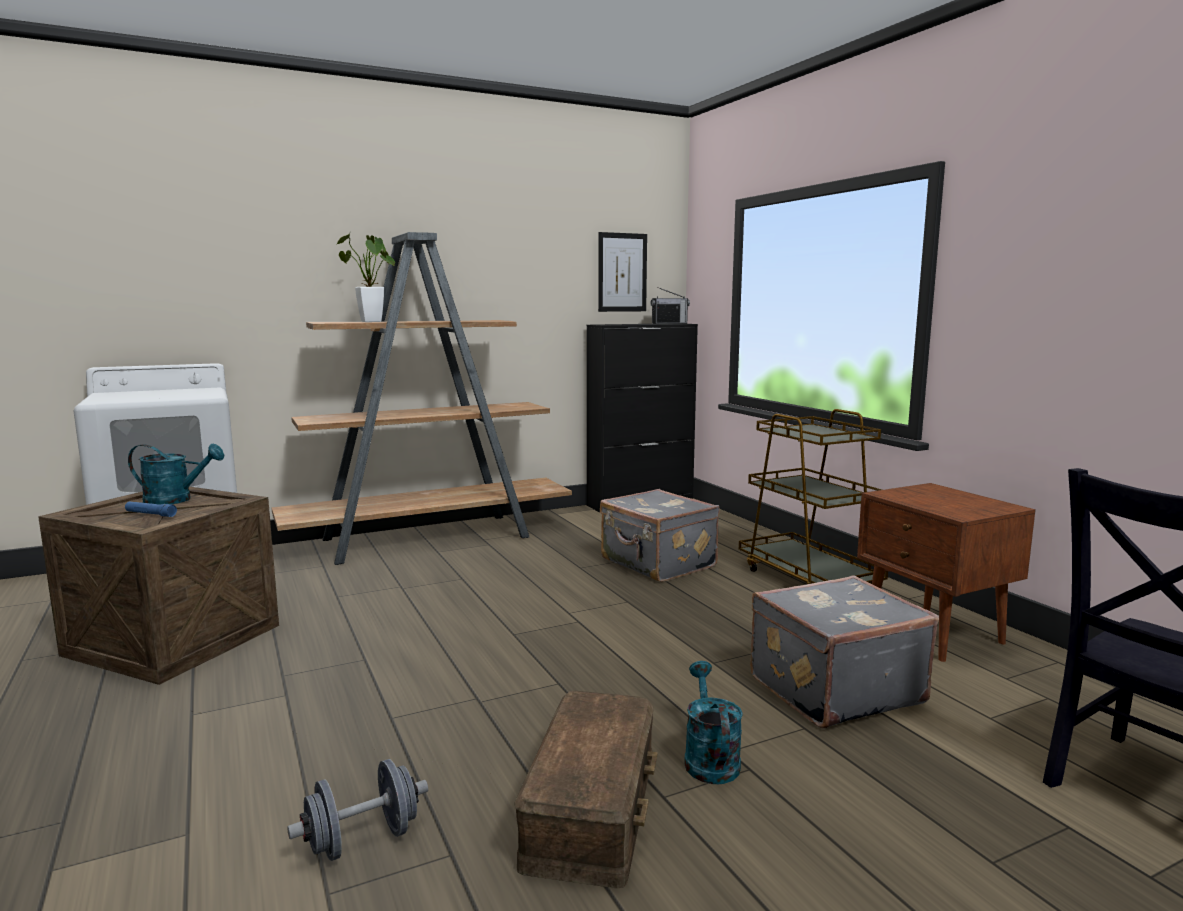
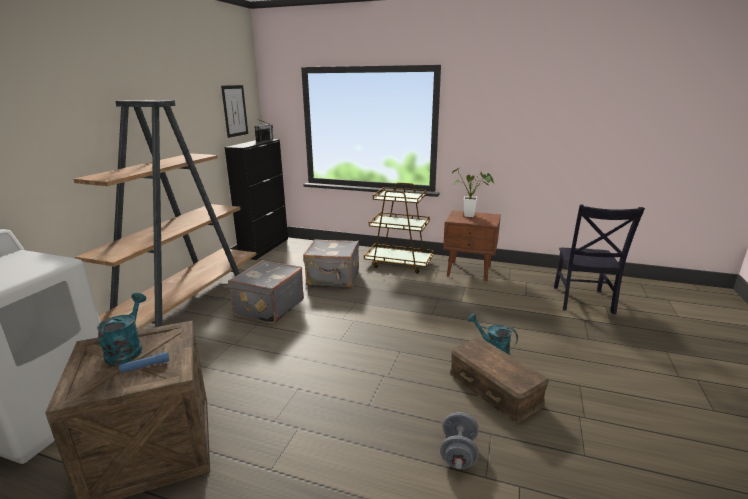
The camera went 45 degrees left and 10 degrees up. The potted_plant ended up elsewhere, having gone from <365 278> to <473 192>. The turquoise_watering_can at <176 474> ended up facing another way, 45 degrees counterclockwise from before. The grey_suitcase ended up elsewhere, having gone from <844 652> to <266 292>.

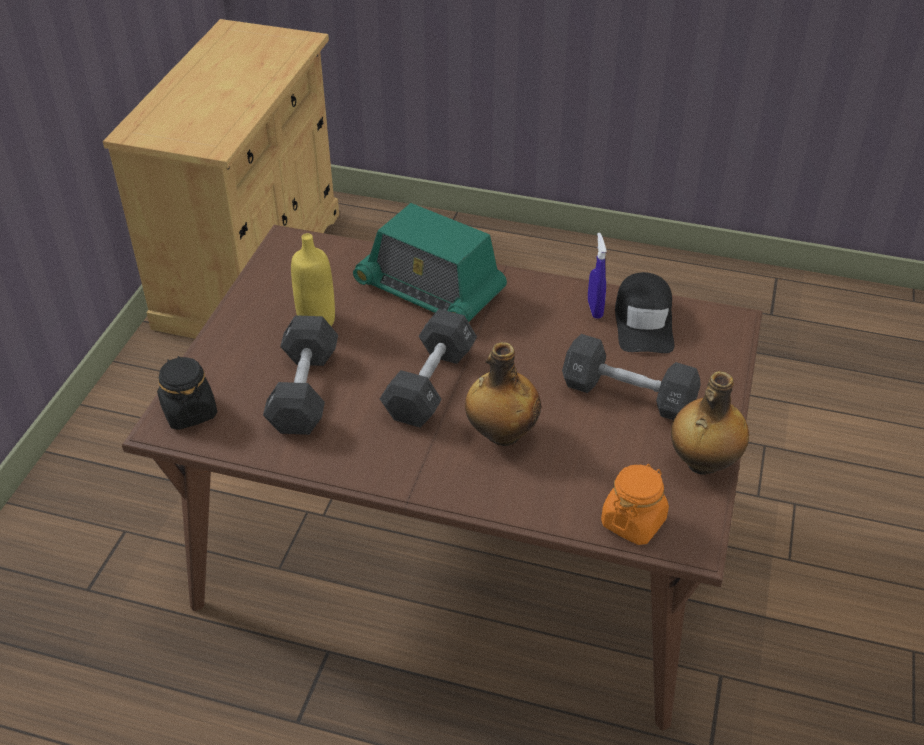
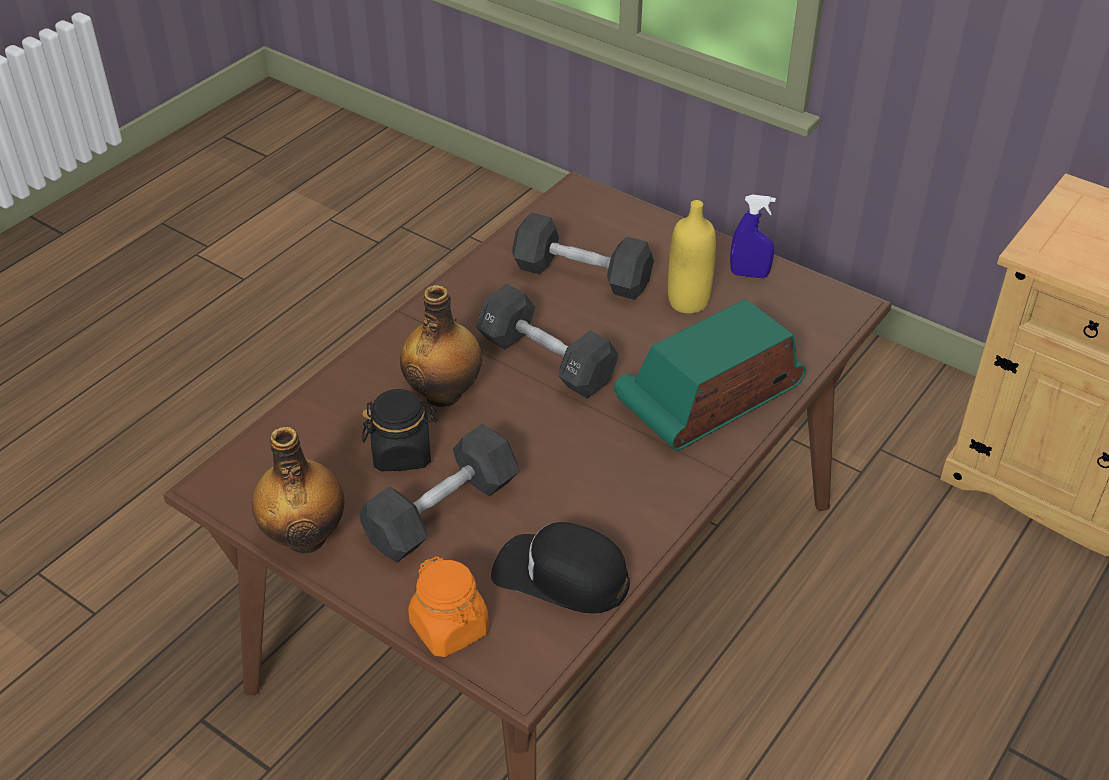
The camera went 110 degrees right and 0 degrees up. The blue_spray_bottle ended up elsewhere, having gone from <597 276> to <753 236>. The black_jar ended up elsewhere, having gone from <187 393> to <399 430>. The orange_jar ended up elsewhere, having gone from <635 504> to <448 606>.

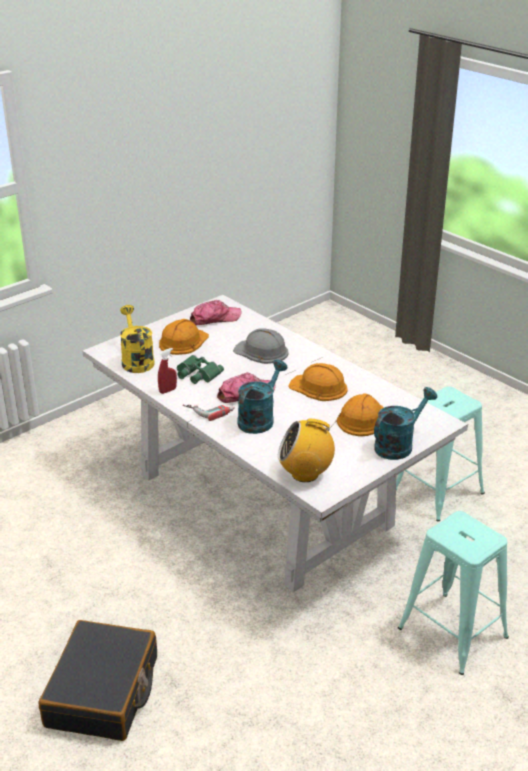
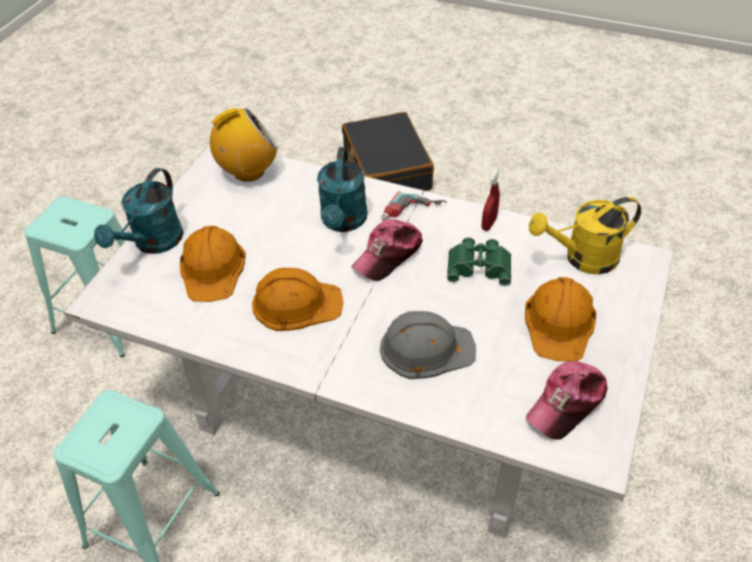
The camera went 155 degrees right and 15 degrees up. The yellow_watering_can at <137 339> ended up facing another way, 120 degrees clockwise from before.

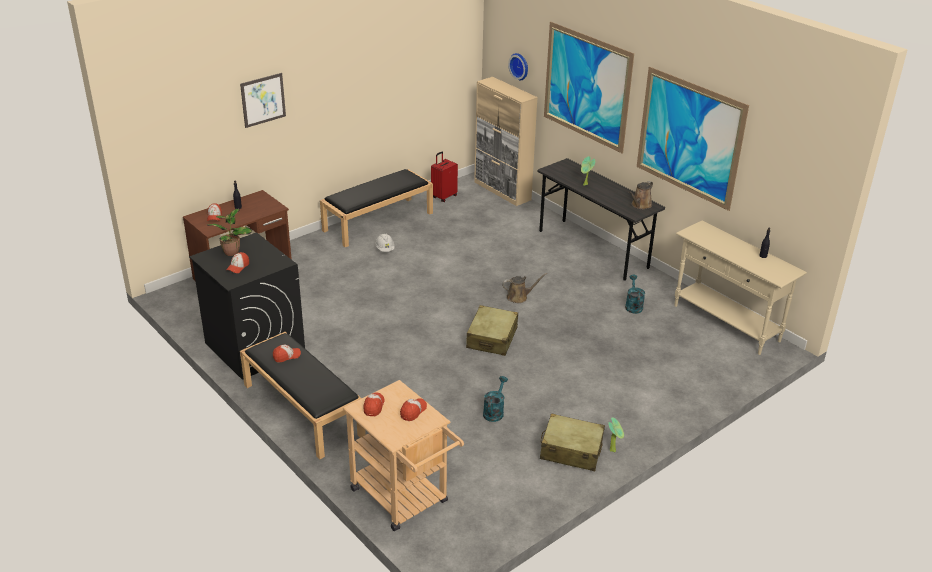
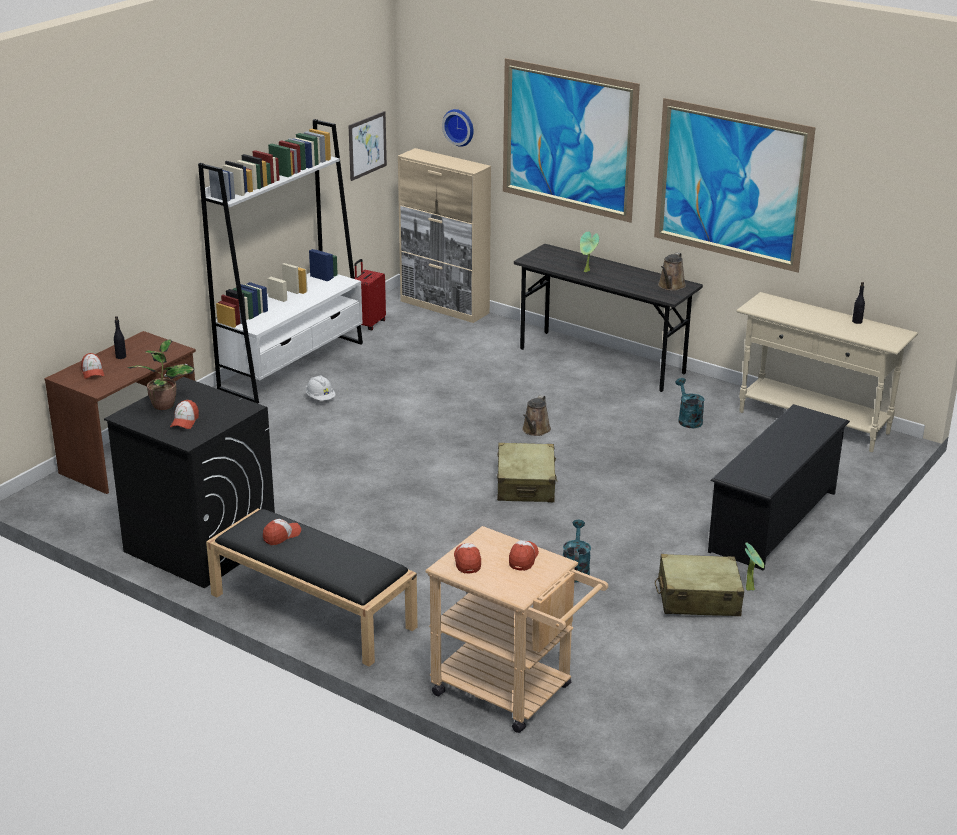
The camera went 15 degrees left and 5 degrees down. The picture ended up elsewhere, having gone from <263 100> to <367 146>. Where the black_bench stood at <376 208>, the white_bookcase came to stand at <280 261>. The brown_watering_can at <524 288> ended up facing another way, 135 degrees clockwise from before. The second view gained the black_shoe_rack at <779 487>.

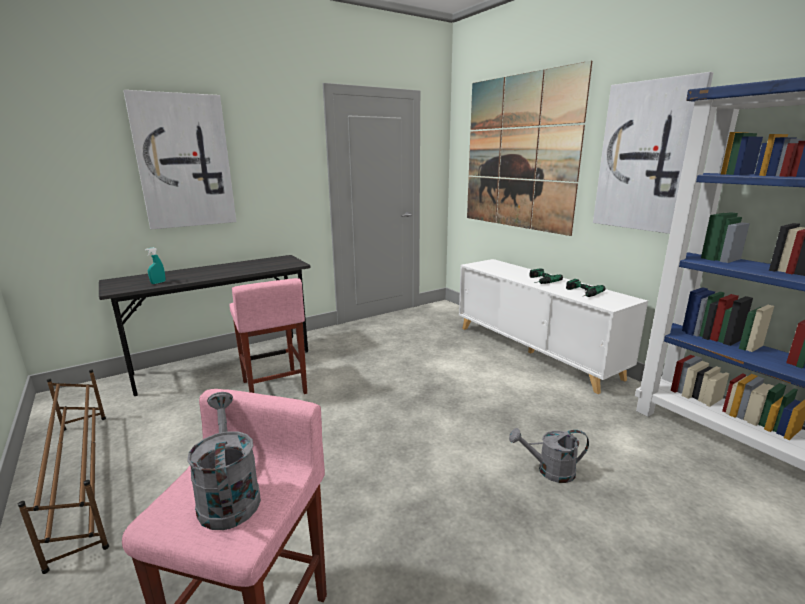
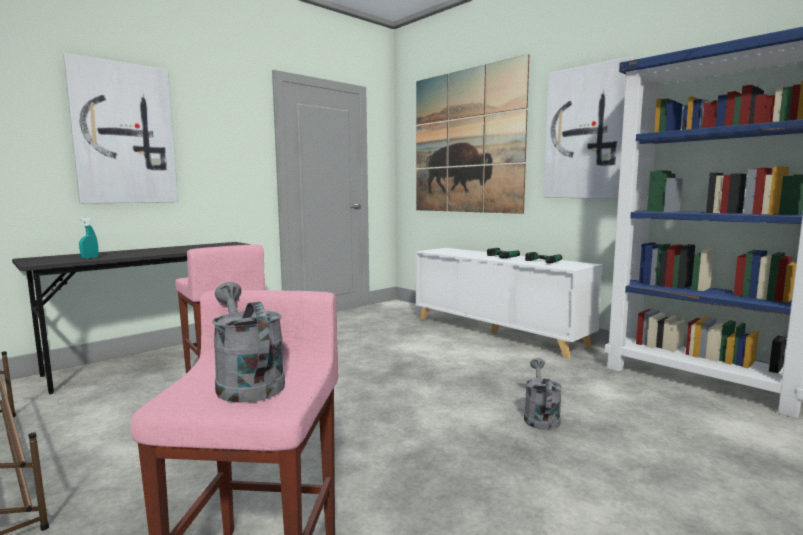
The camera went 10 degrees left and 10 degrees down. The grey_watering_can at <549 455> ended up facing another way, 105 degrees clockwise from before.

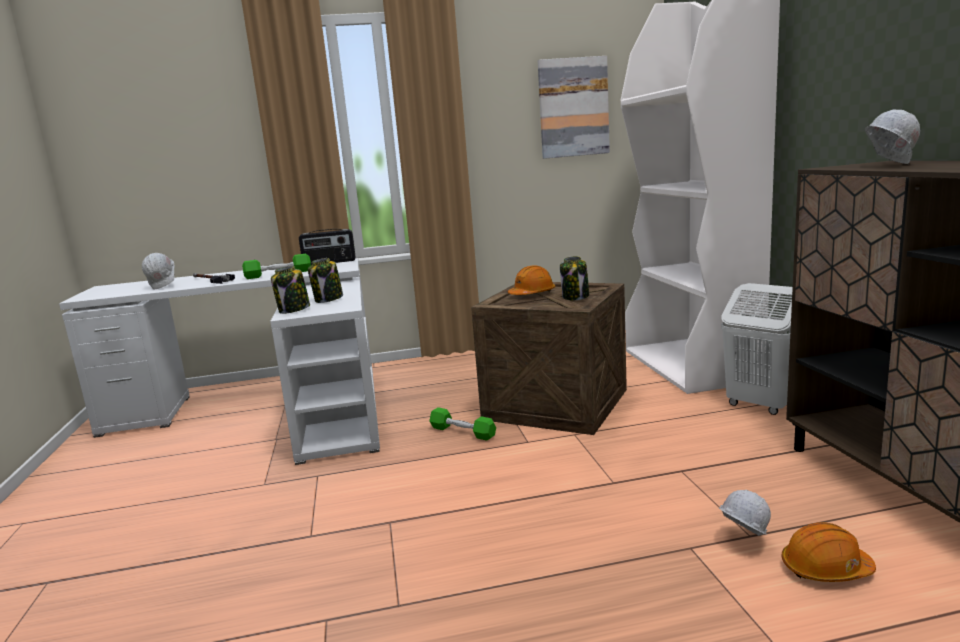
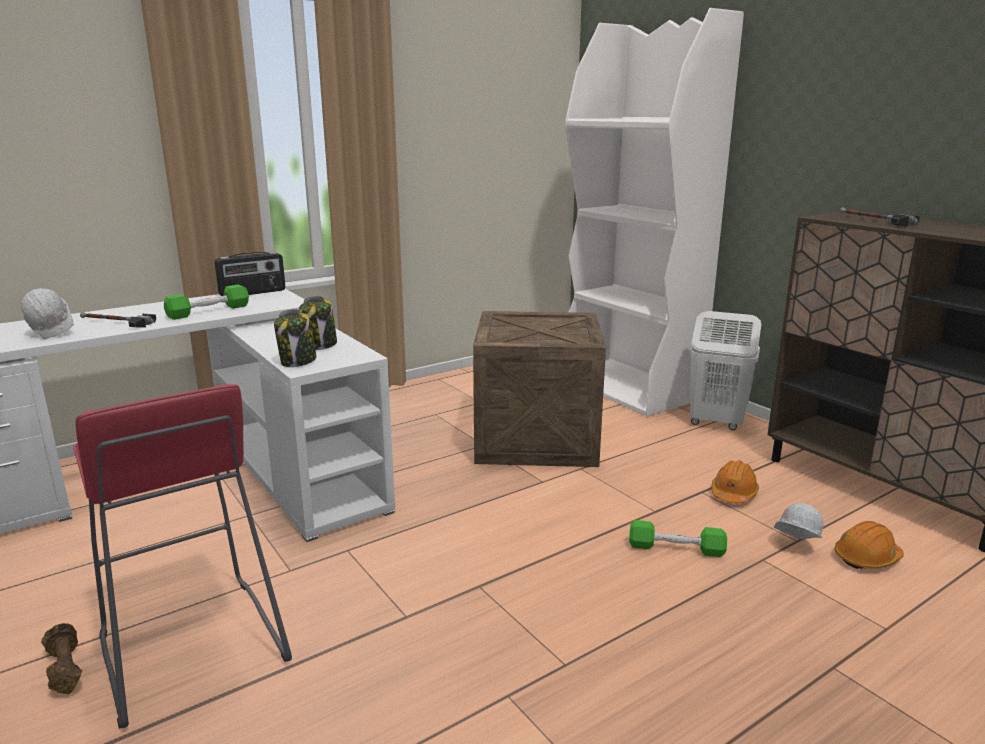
The camera went 25 degrees left and 5 degrees up. The second view lost the picture at <574 107>. Where the white_hard_hat stood at <892 137>, the hammer came to stand at <880 217>. The second view lost the jar at <574 278>. The orange_hard_hat ended up elsewhere, having gone from <531 280> to <735 482>. The green_dumbbell ended up elsewhere, having gone from <462 424> to <678 538>. The second view gained the red_stool at <182 556>. The second view gained the brown_dumbbell at <61 658>.

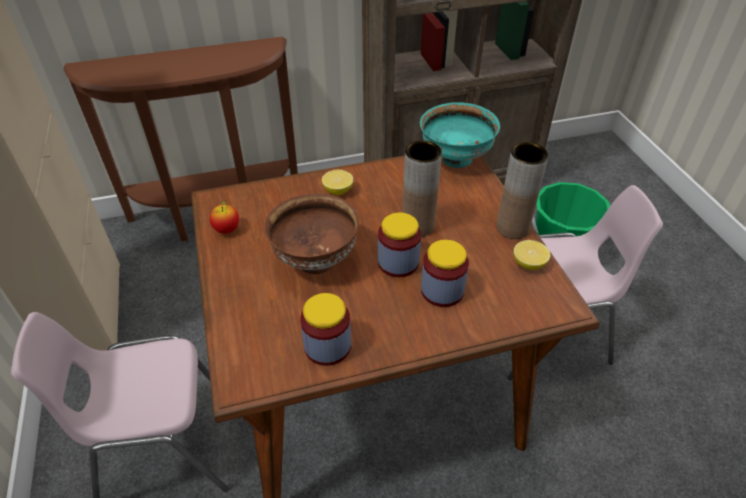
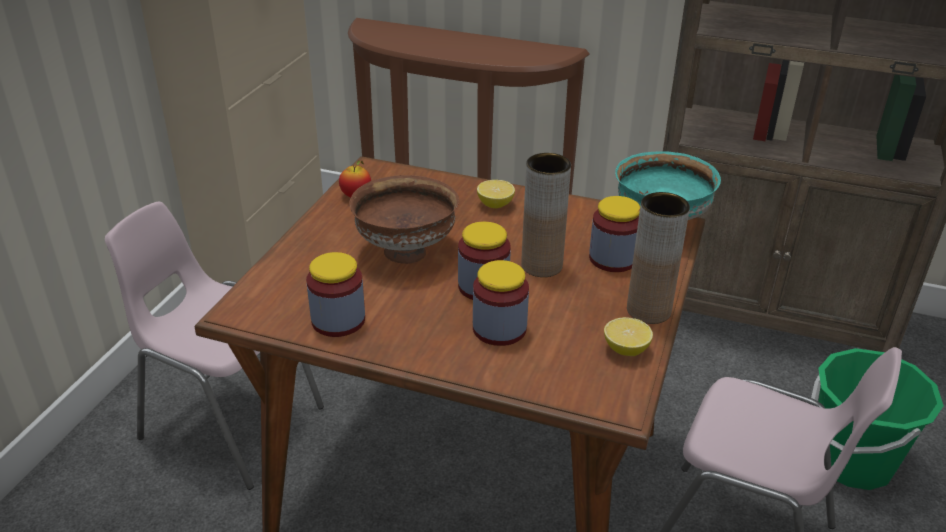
The camera went 35 degrees right and 10 degrees down. The second view gained the jar at <614 234>.

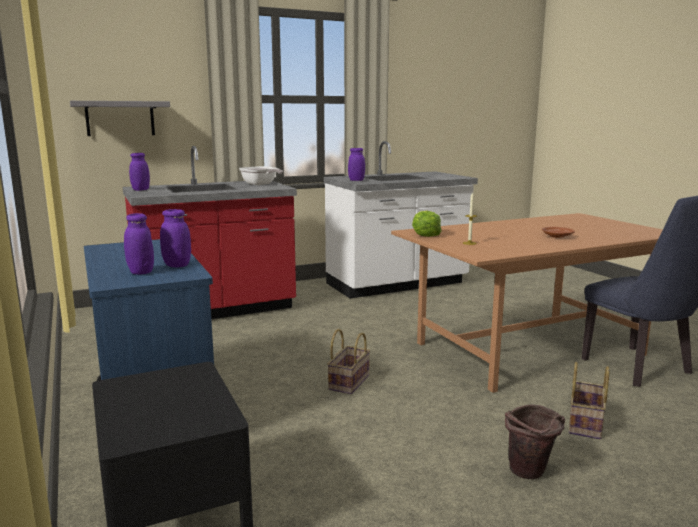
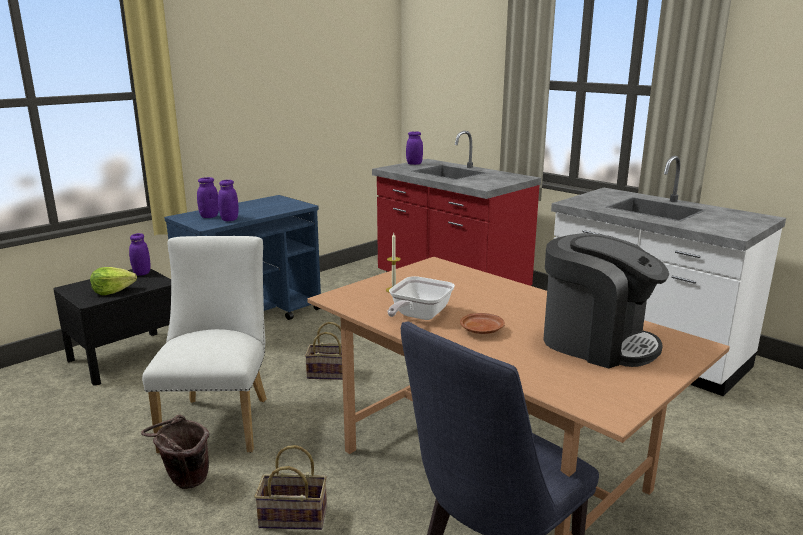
The camera went 70 degrees right and 5 degrees up. The second view lost the grey_shelf at <120 118>. The purple_jar ended up elsewhere, having gone from <356 164> to <139 254>. The frying_pan ended up elsewhere, having gone from <261 175> to <421 298>. The lettuce ended up elsewhere, having gone from <427 224> to <113 281>. The second view gained the coffee_machine at <606 300>. The second view gained the white_chair at <204 345>.

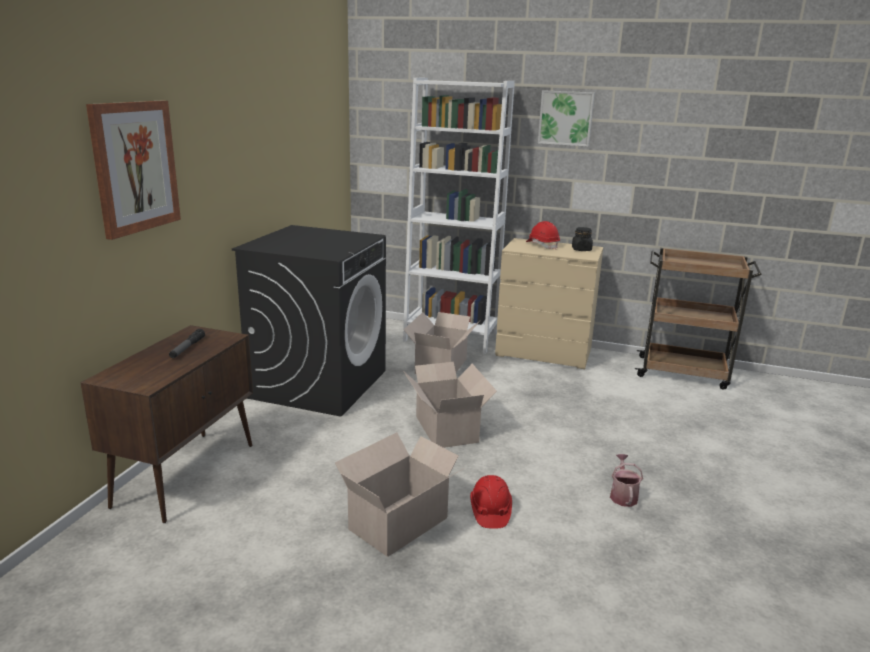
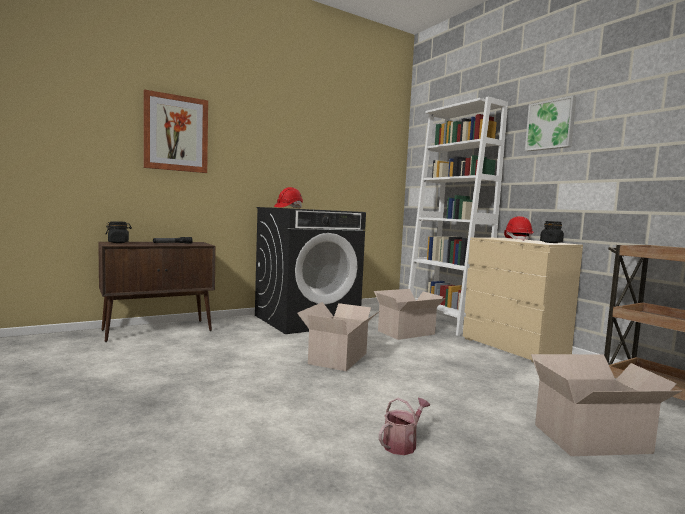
The camera went 40 degrees right and 15 degrees down. The cardboard_box ended up elsewhere, having gone from <399 495> to <606 405>. The red_hard_hat ended up elsewhere, having gone from <491 502> to <288 197>. The second view gained the black_jar at <119 232>.

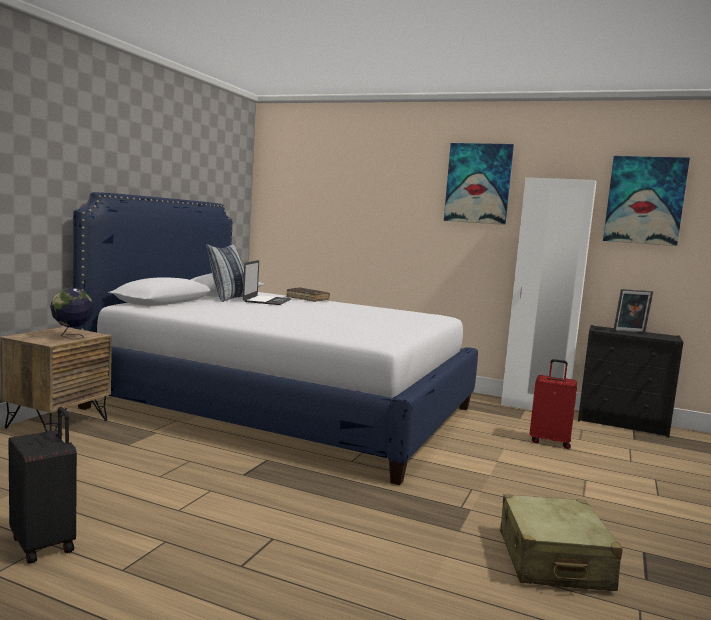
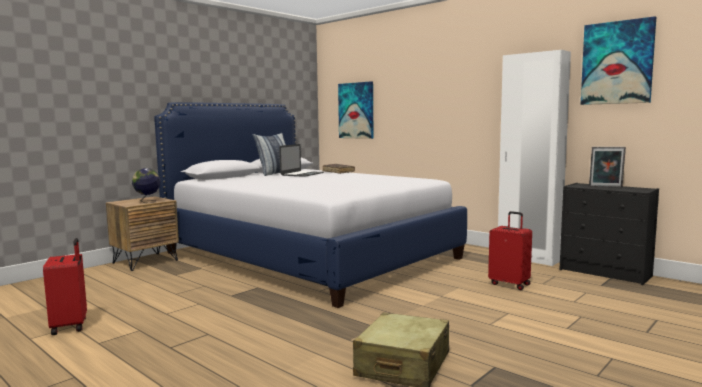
The camera went 20 degrees right and 0 degrees up. The picture ended up elsewhere, having gone from <479 184> to <355 110>. What was the black_suitcase at <42 485> turned into the red_suitcase at <65 286>.

